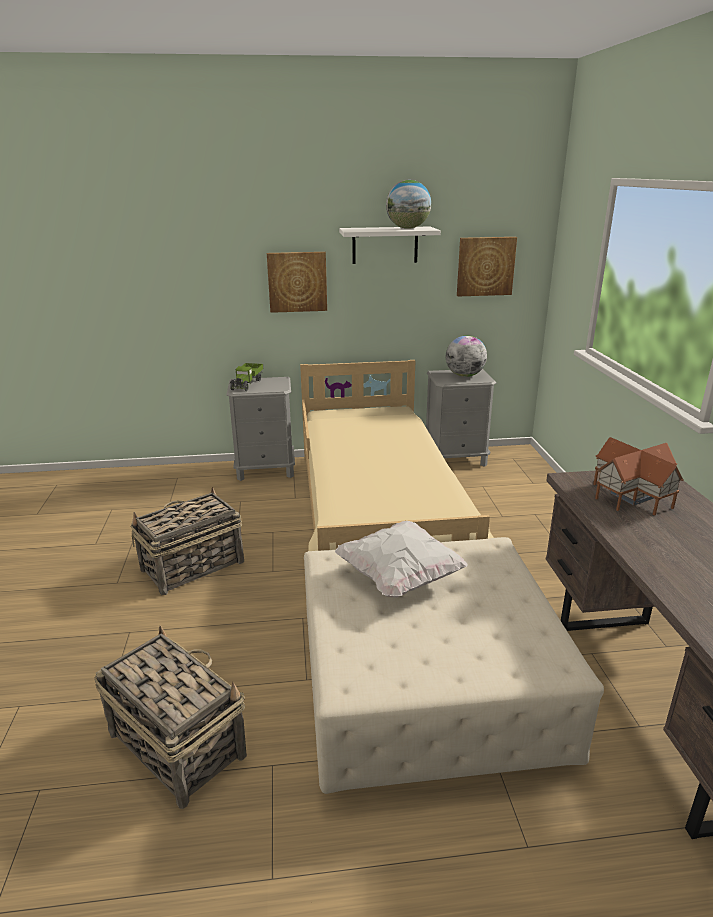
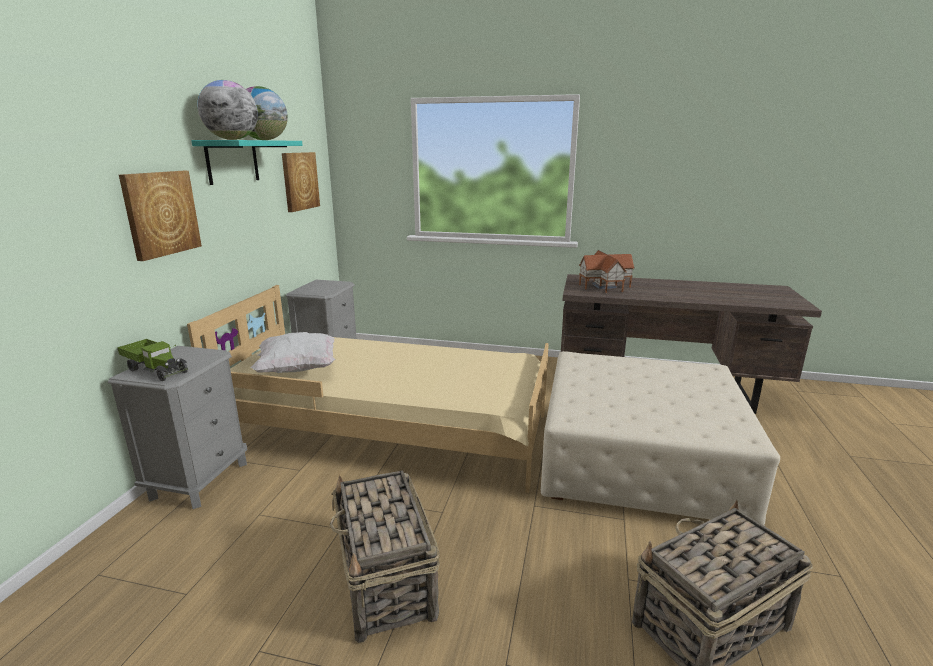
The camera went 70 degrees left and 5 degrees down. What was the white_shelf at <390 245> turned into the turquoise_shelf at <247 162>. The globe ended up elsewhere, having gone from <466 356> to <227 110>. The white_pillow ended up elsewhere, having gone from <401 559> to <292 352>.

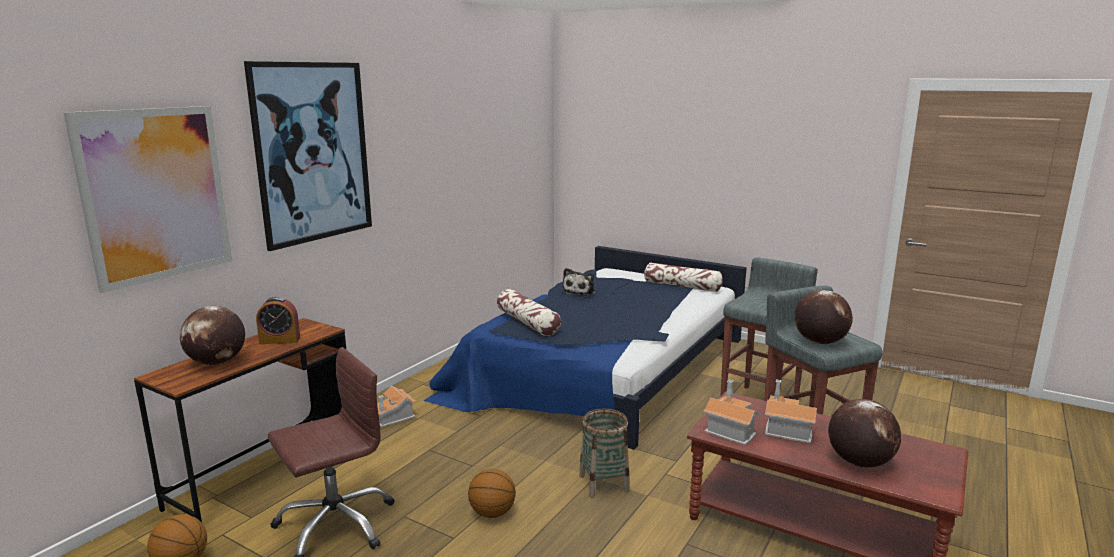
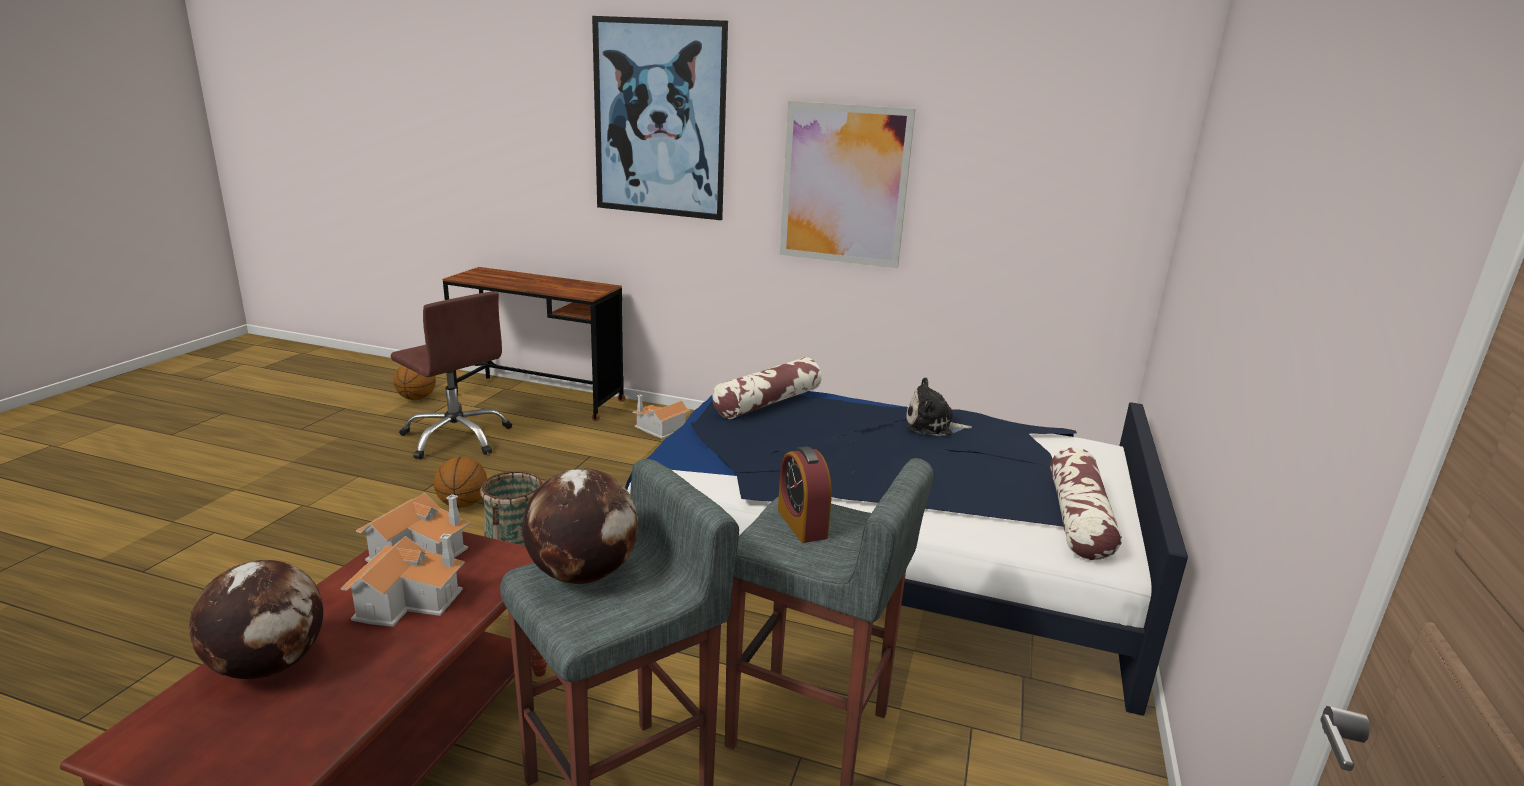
The camera went 75 degrees right and 5 degrees up. The picture ended up elsewhere, having gone from <147 199> to <847 184>. The alarm_clock ended up elsewhere, having gone from <278 320> to <805 495>. The second view lost the globe at <212 335>.

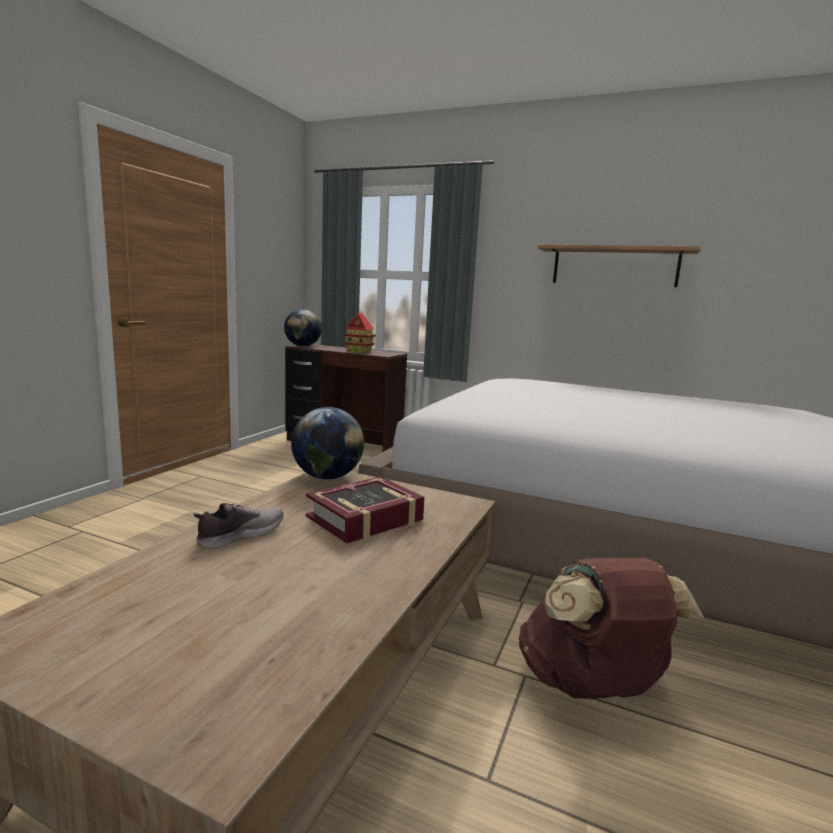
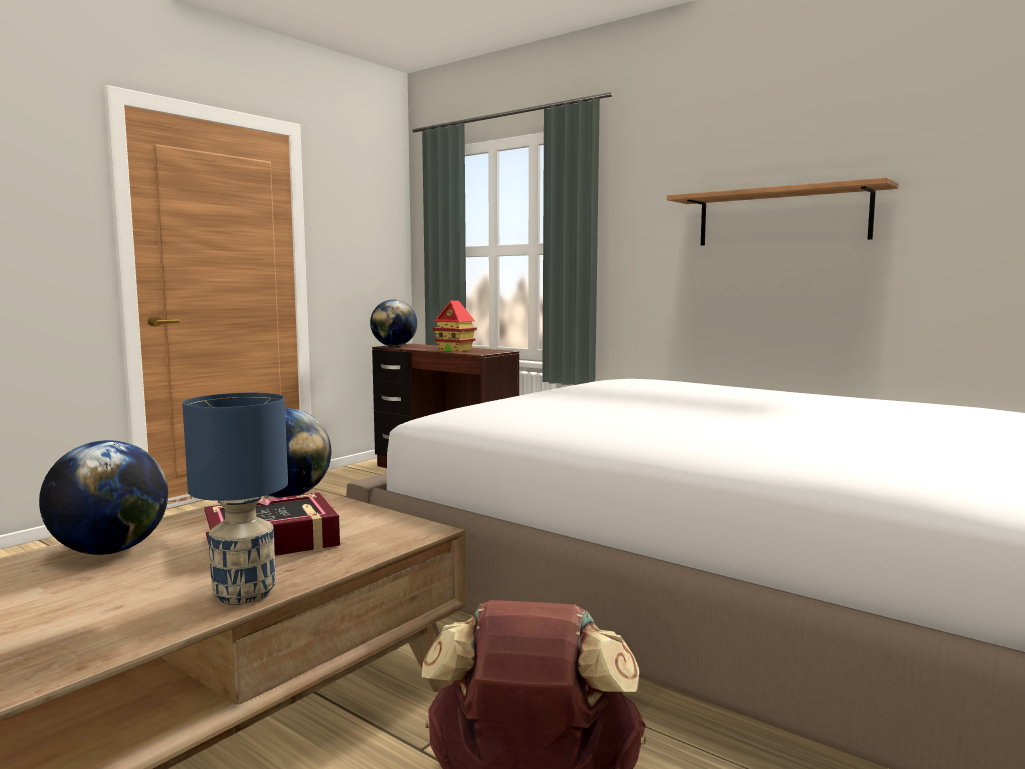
The camera went 15 degrees right and 5 degrees down. Where the shoe stood at <238 526>, the globe came to stand at <103 497>. The second view gained the blue_table_lamp at <235 499>.

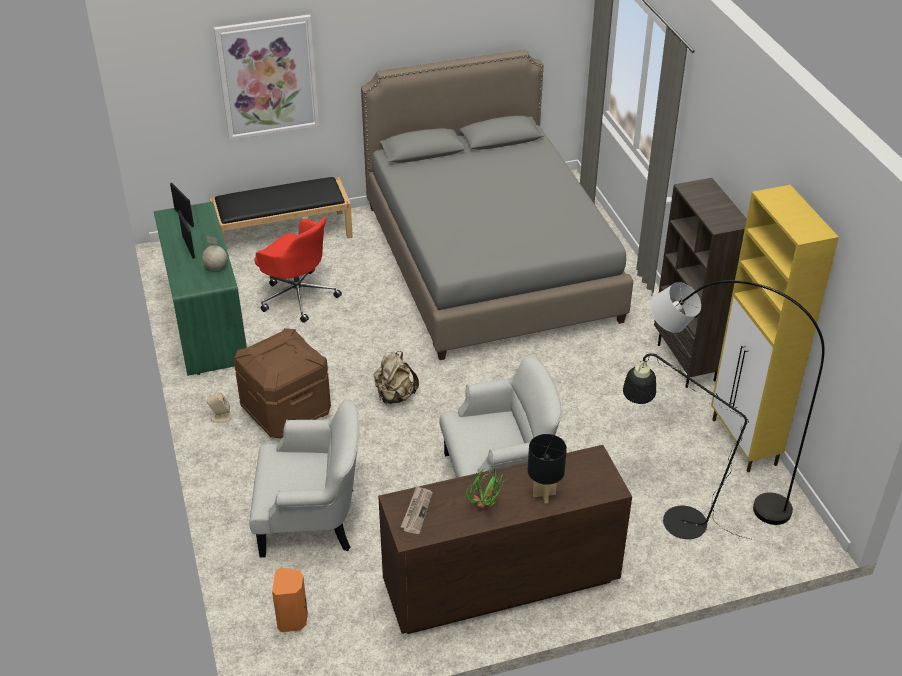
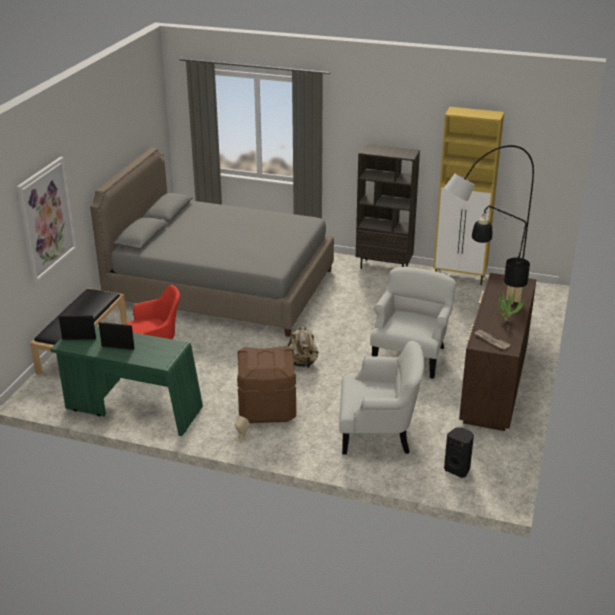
The camera went 55 degrees left and 10 degrees down. The second view lost the globe at <214 253>. The white_armchair at <304 479> ended up facing another way, 60 degrees clockwise from before. What was the orange_speaker at <290 600> turned into the black_speaker at <459 452>.

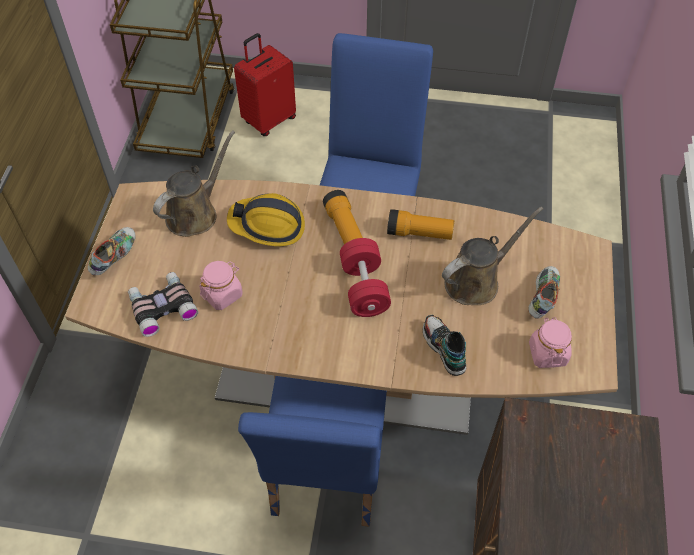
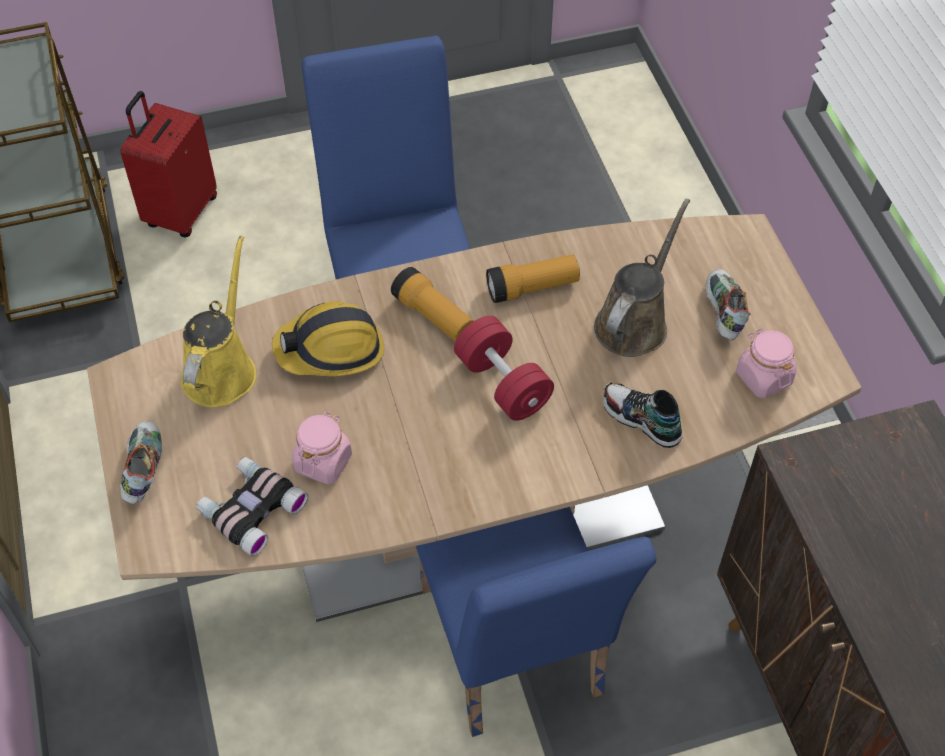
The camera went 25 degrees left and 0 degrees up. What was the brown_watering_can at <194 183> turned into the yellow_watering_can at <218 321>.

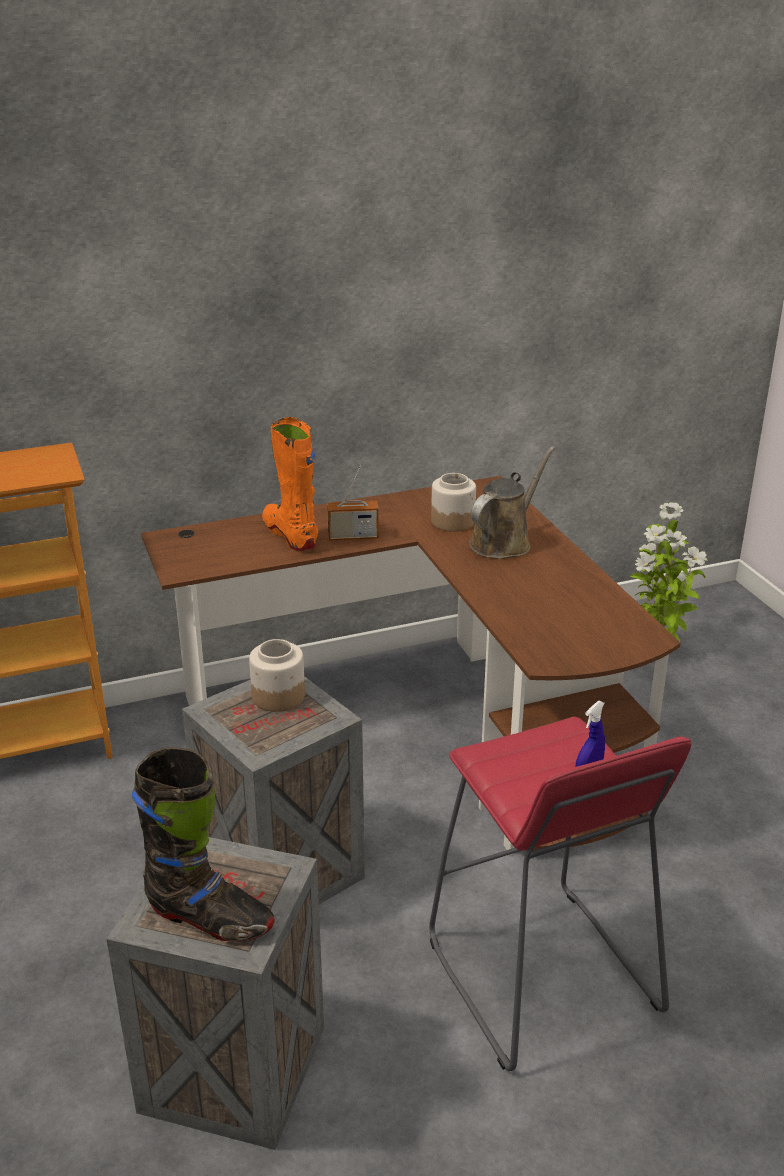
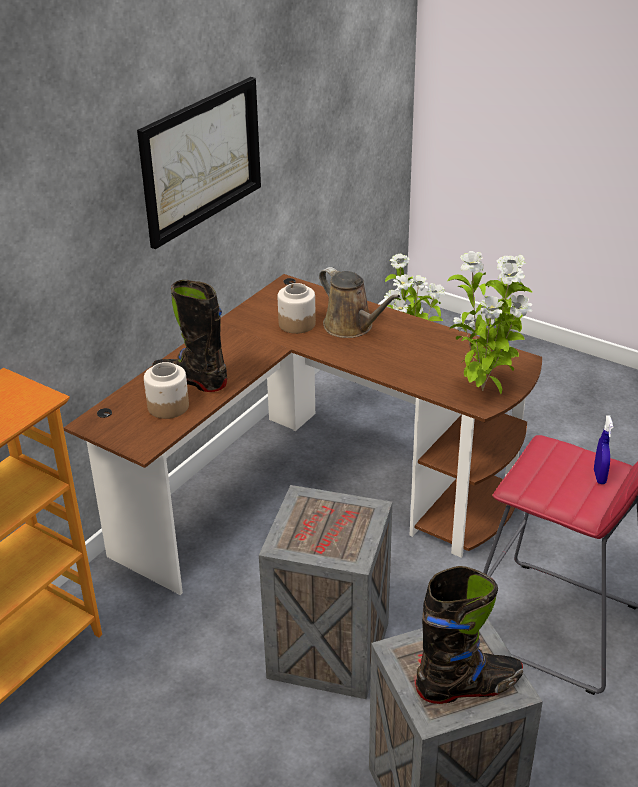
The camera went 35 degrees left and 5 degrees up. What was the orange_boot at <290 484> turned into the black_boot at <189 336>. The brown_watering_can at <512 502> ended up facing another way, 135 degrees clockwise from before. The second view lost the radio at <353 502>. The jar ended up elsewhere, having gone from <277 675> to <166 390>. The second view gained the picture at <199 163>. The second view gained the potted_plant at <489 322>.

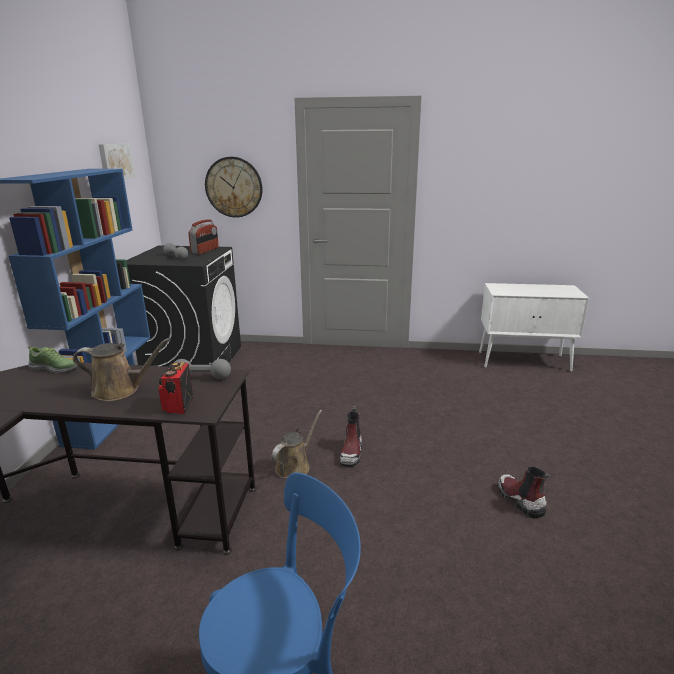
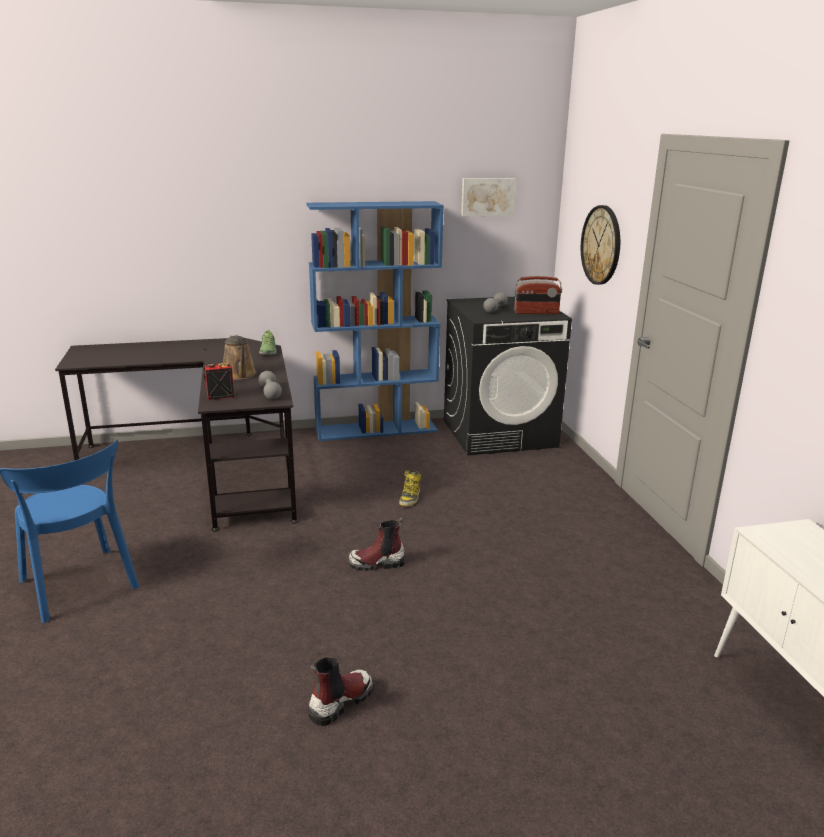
The camera went 70 degrees right and 0 degrees up. The second view lost the brown_watering_can at <297 444>. The second view gained the boot at <410 489>.

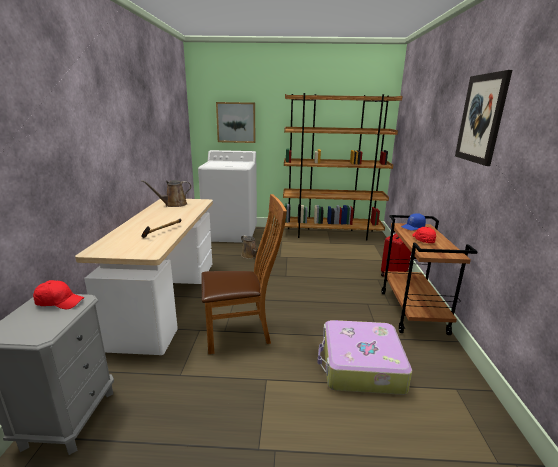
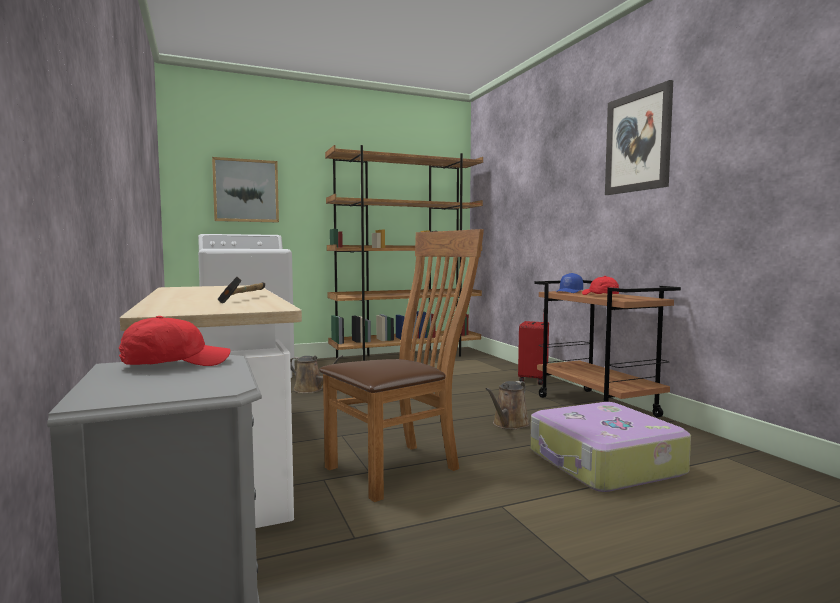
The camera went 25 degrees left and 15 degrees down. The brown_watering_can ended up elsewhere, having gone from <166 193> to <507 405>.

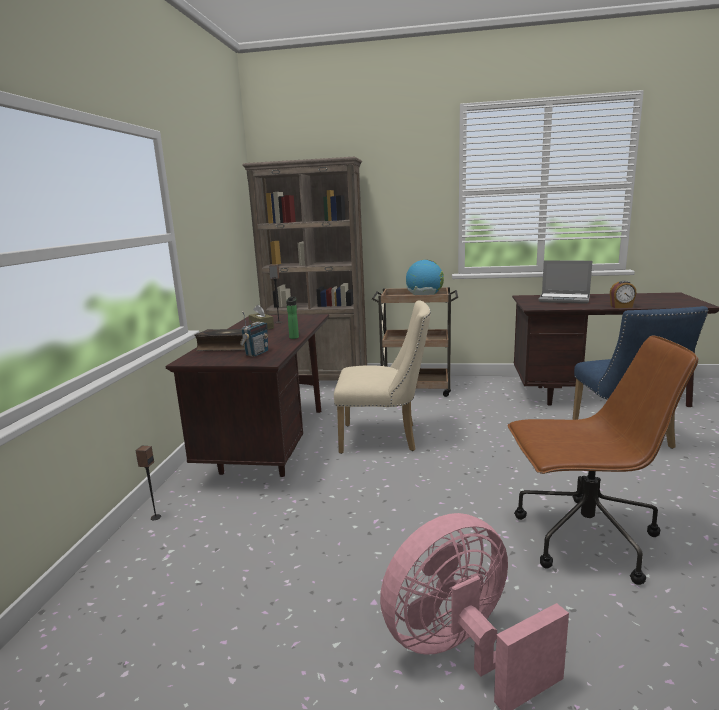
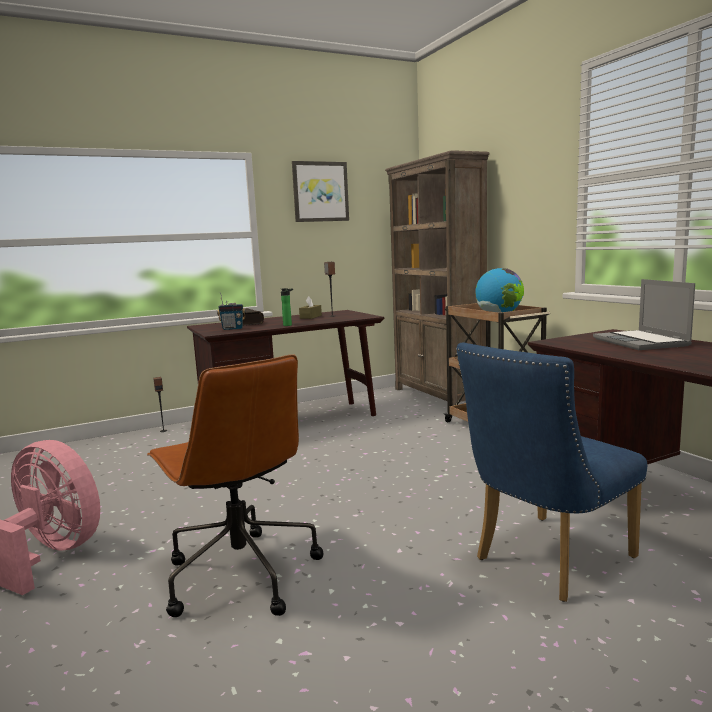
The camera went 55 degrees right and 5 degrees down. The second view lost the alarm_clock at <623 294>. The second view lost the beige_chair at <382 377>. The second view gained the picture at <320 191>.

